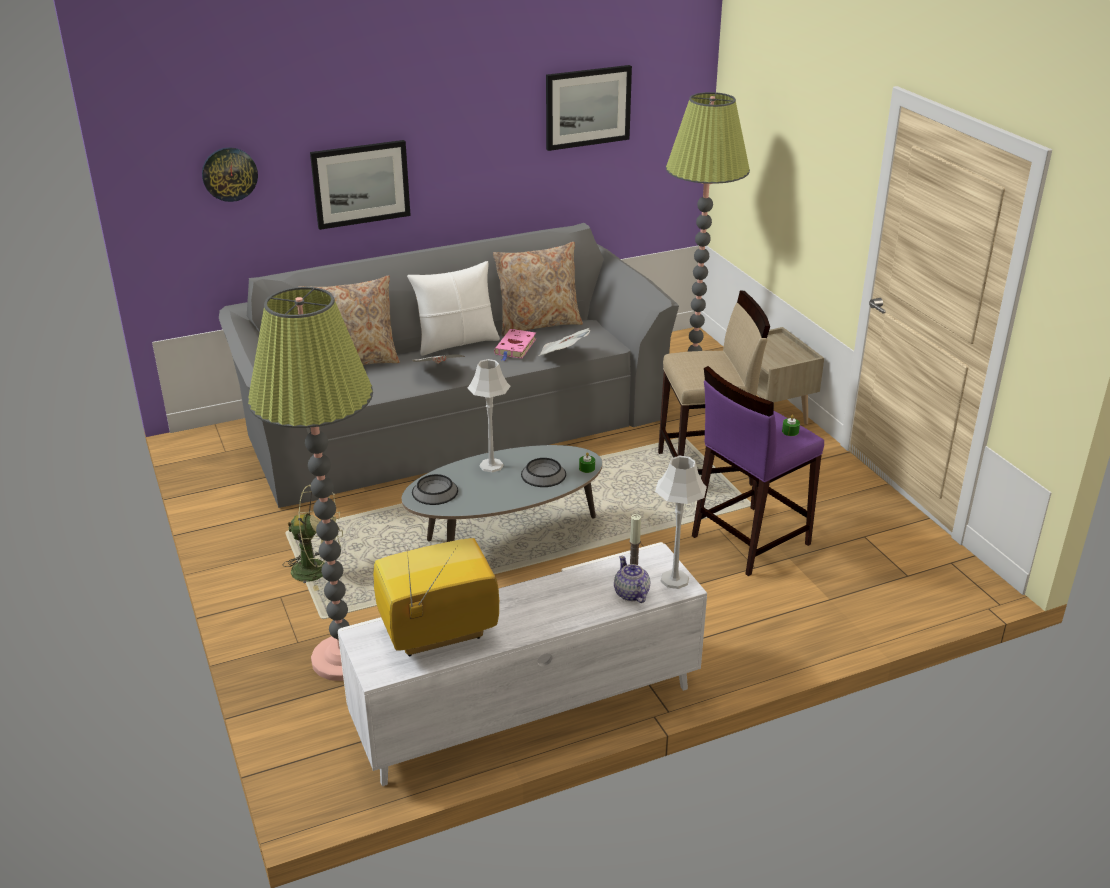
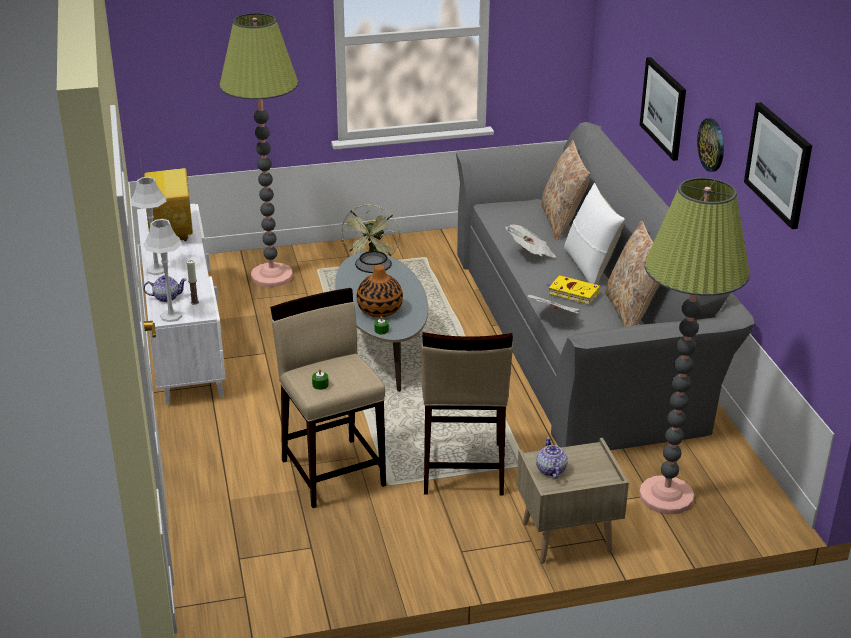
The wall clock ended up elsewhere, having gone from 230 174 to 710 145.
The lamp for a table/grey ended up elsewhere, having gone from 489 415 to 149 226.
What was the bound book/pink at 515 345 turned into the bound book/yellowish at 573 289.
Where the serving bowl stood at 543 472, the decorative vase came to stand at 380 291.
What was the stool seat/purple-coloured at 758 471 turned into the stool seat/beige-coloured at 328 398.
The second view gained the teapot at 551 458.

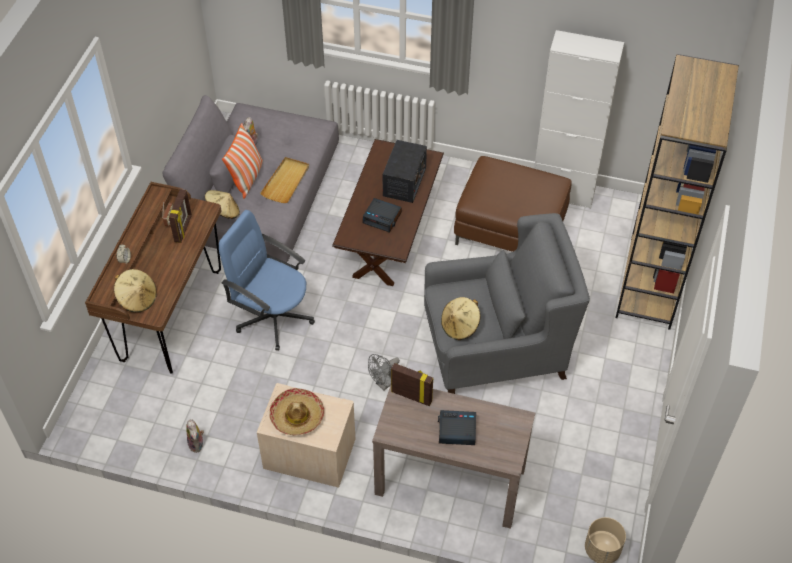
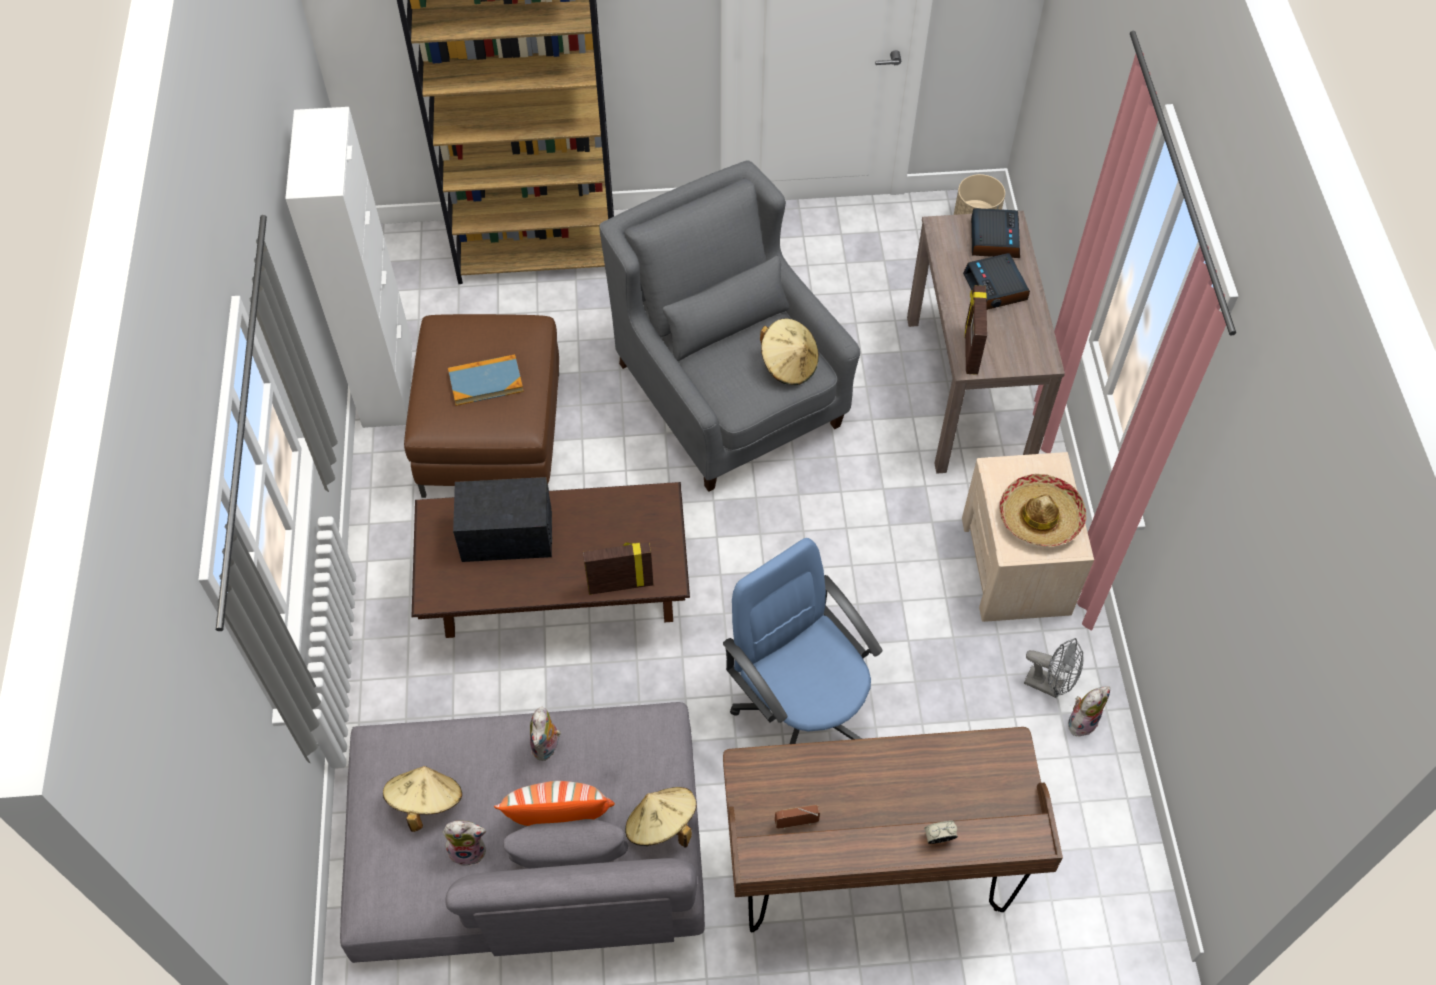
The clothing hat/beige-coloured ended up elsewhere, having gone from 135 290 to 422 799.
The photo frame ended up elsewhere, having gone from 180 216 to 618 568.
The desk chair/blue-coloured at 267 280 ended up facing another way, 135 degrees clockwise from before.
Where the tray/beige-coloured stood at 284 180, the soft toy came to stand at 545 734.
The bedside clock ended up elsewhere, having gone from 382 215 to 995 233.
The cooling fan/grey ended up elsewhere, having gone from 384 372 to 1054 668.
The second view gained the bound book at 486 380.

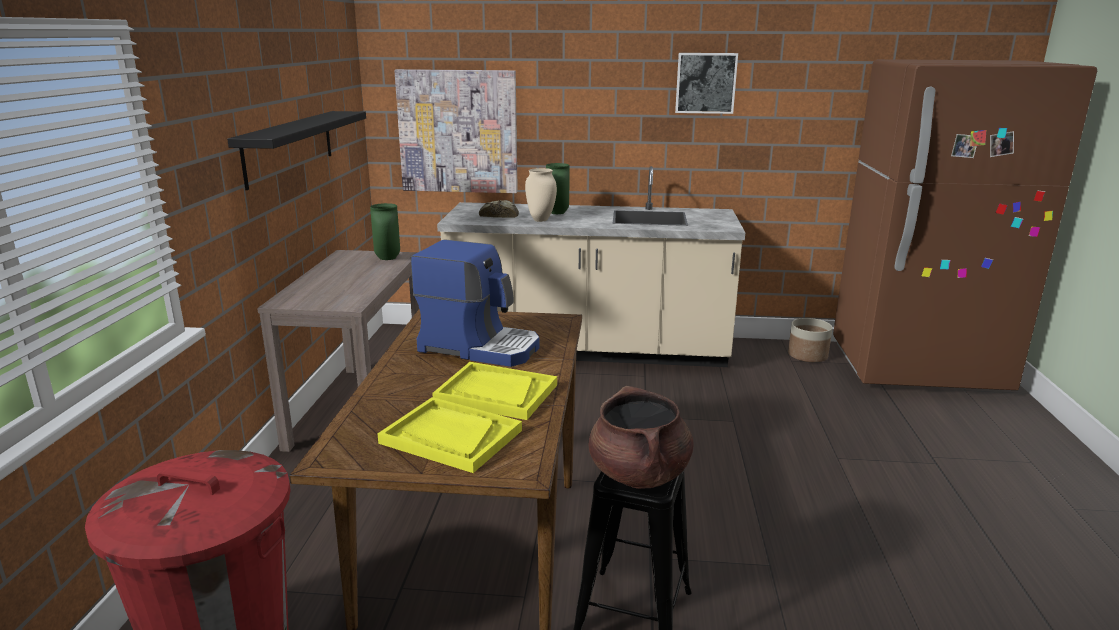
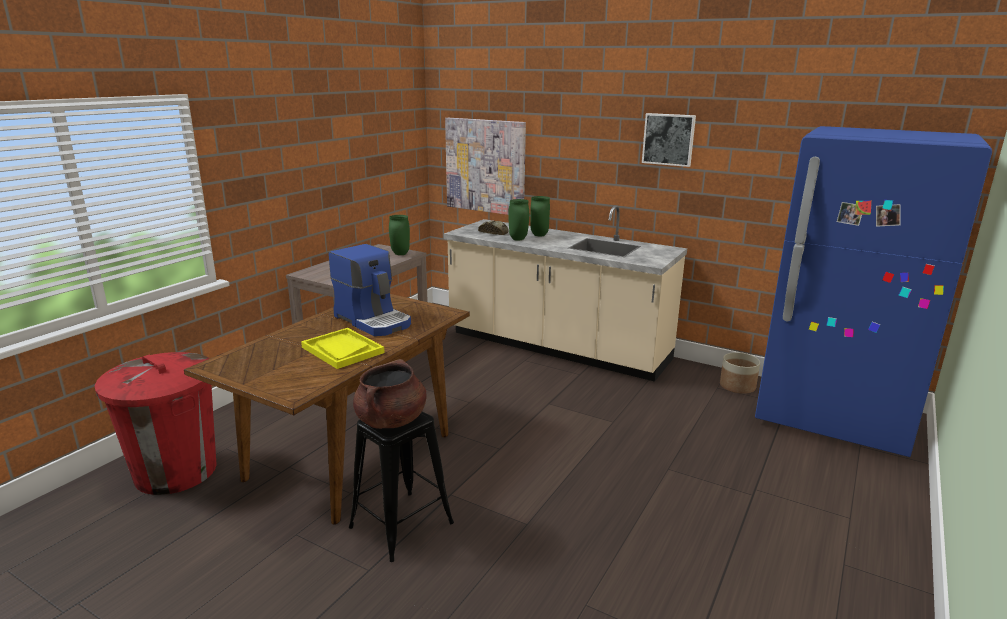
The second view lost the bracket shelf/black at 296 150.
The second view lost the tray/yellowish at 450 435.
What was the decorative vase/beige-coloured at 541 195 turned into the decorative vase/green at 518 219.
What was the refrigerator/brownish at 965 224 turned into the refrigerator/blue-coloured at 873 291.

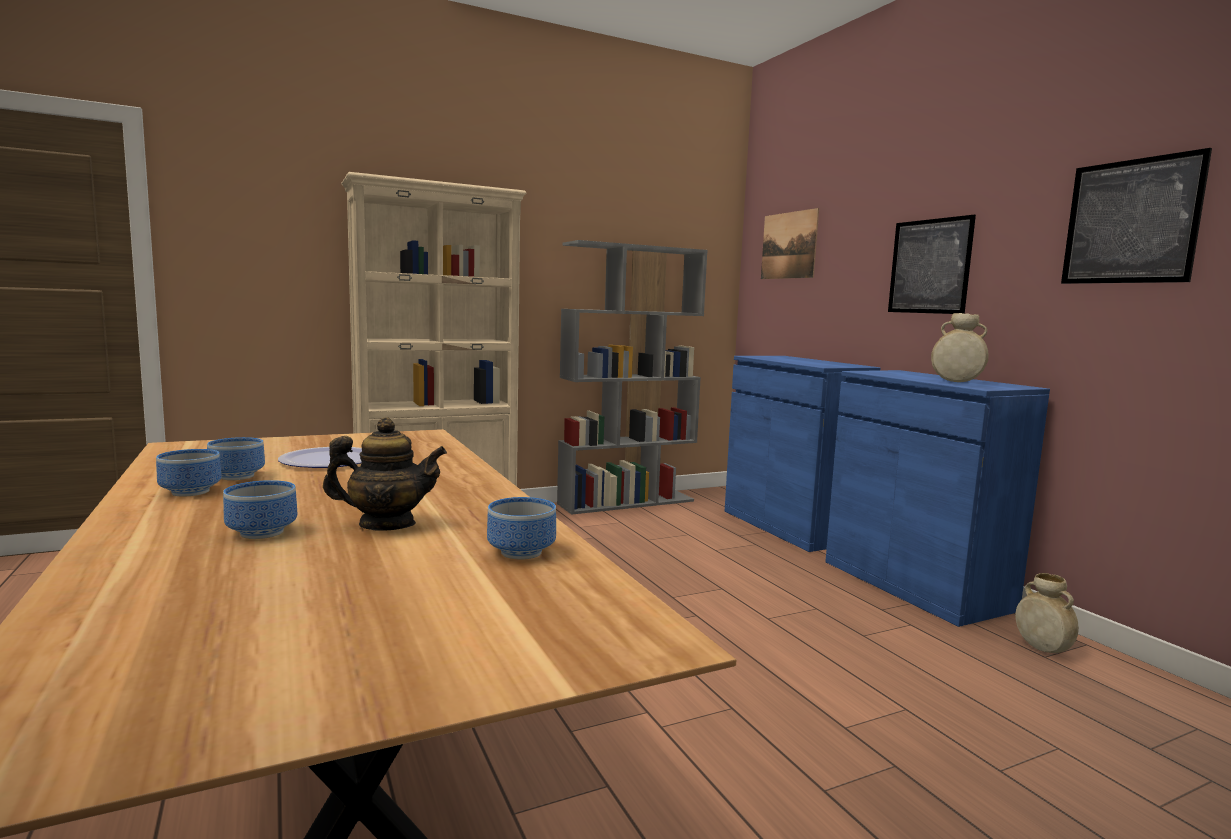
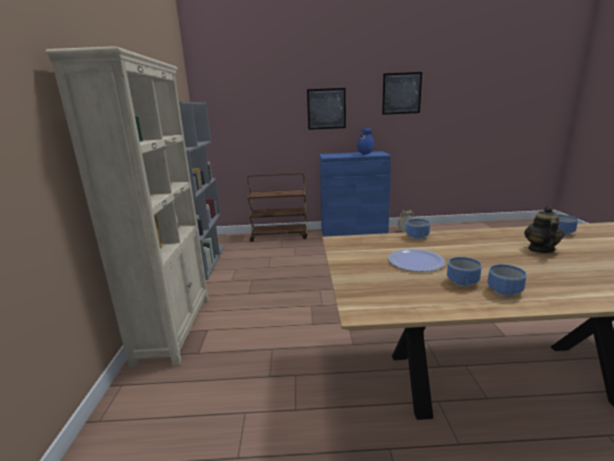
The serving bowl ended up elsewhere, having gone from 260 509 to 418 229.
Where the cupboard/blue-coloured stood at 802 454, the trolley/brownish came to stand at 277 207.
The second view lost the wall picture at 790 243.
What was the decorative vase/beige-coloured at 960 347 turned into the decorative vase/blue-coloured at 365 141.

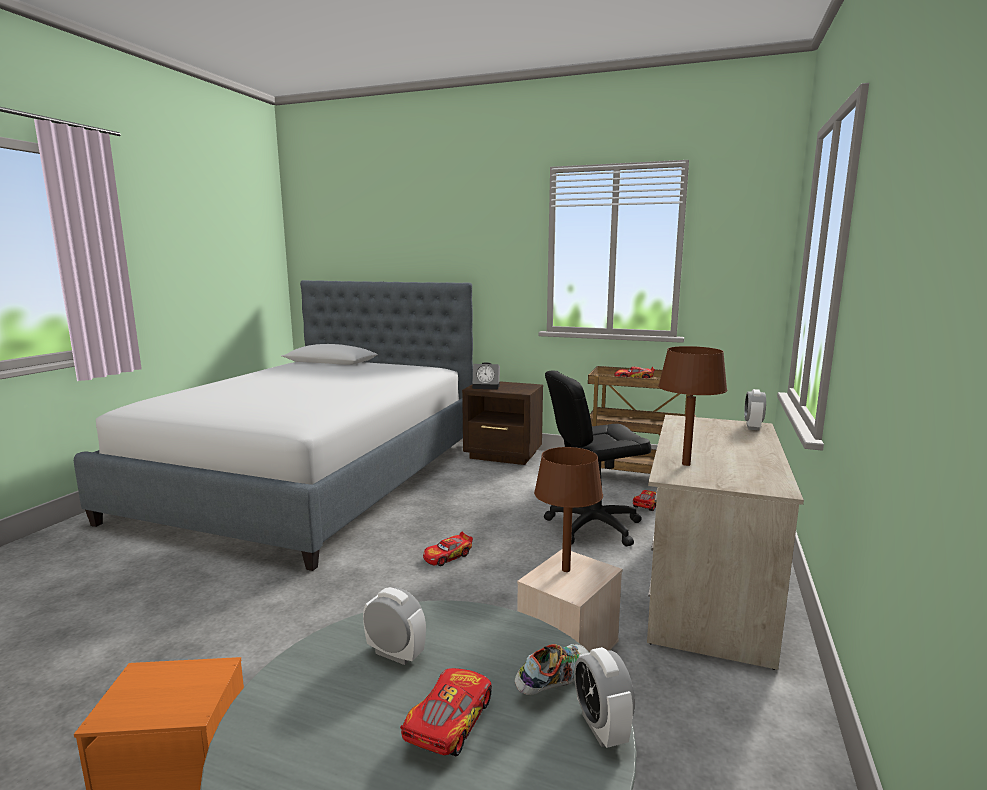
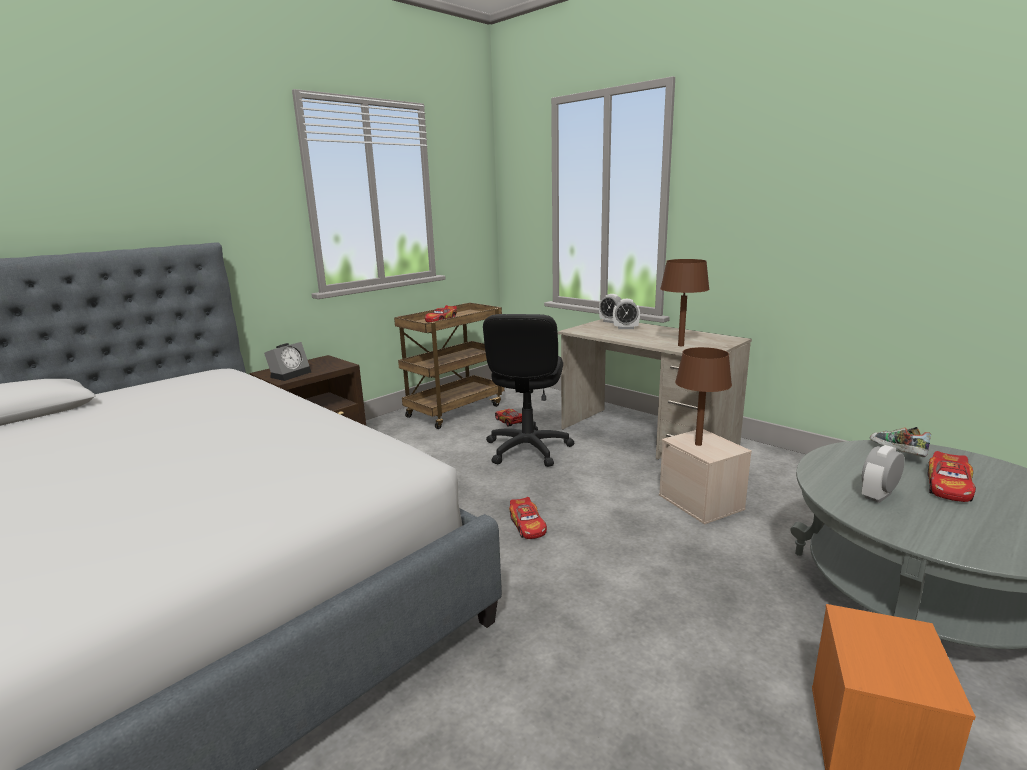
The toy car at 446 712 ended up facing another way, 105 degrees counterclockwise from before.
The bedside clock ended up elsewhere, having gone from 604 697 to 626 314.

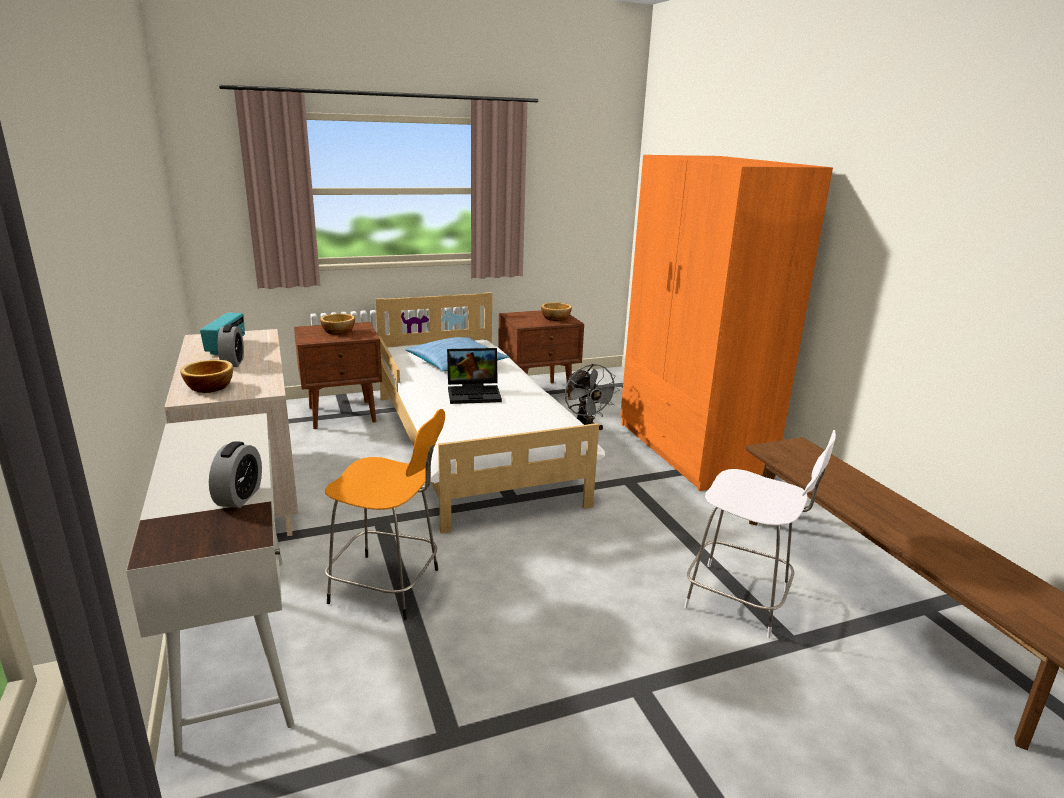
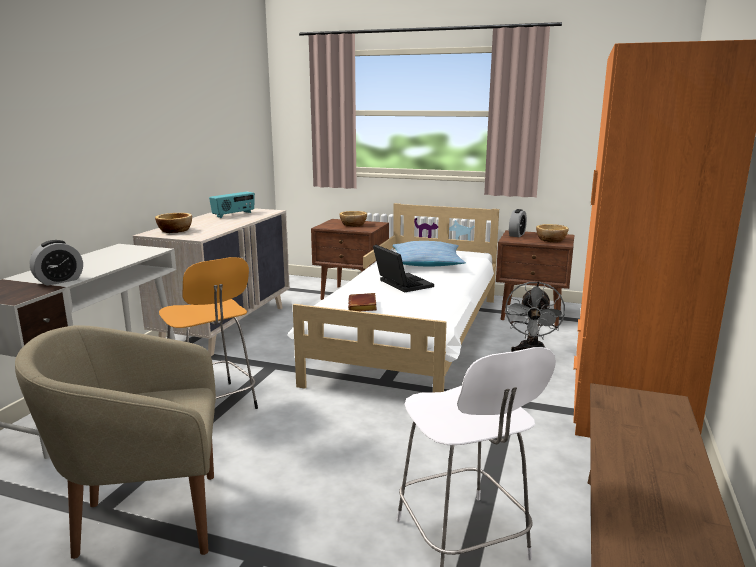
The bedside clock ended up elsewhere, having gone from 231 346 to 518 223.
The laptop at 474 376 ended up facing another way, 150 degrees counterclockwise from before.
The second view gained the armchair/beige-coloured at 115 442.
The second view gained the bound book/brownish at 362 302.

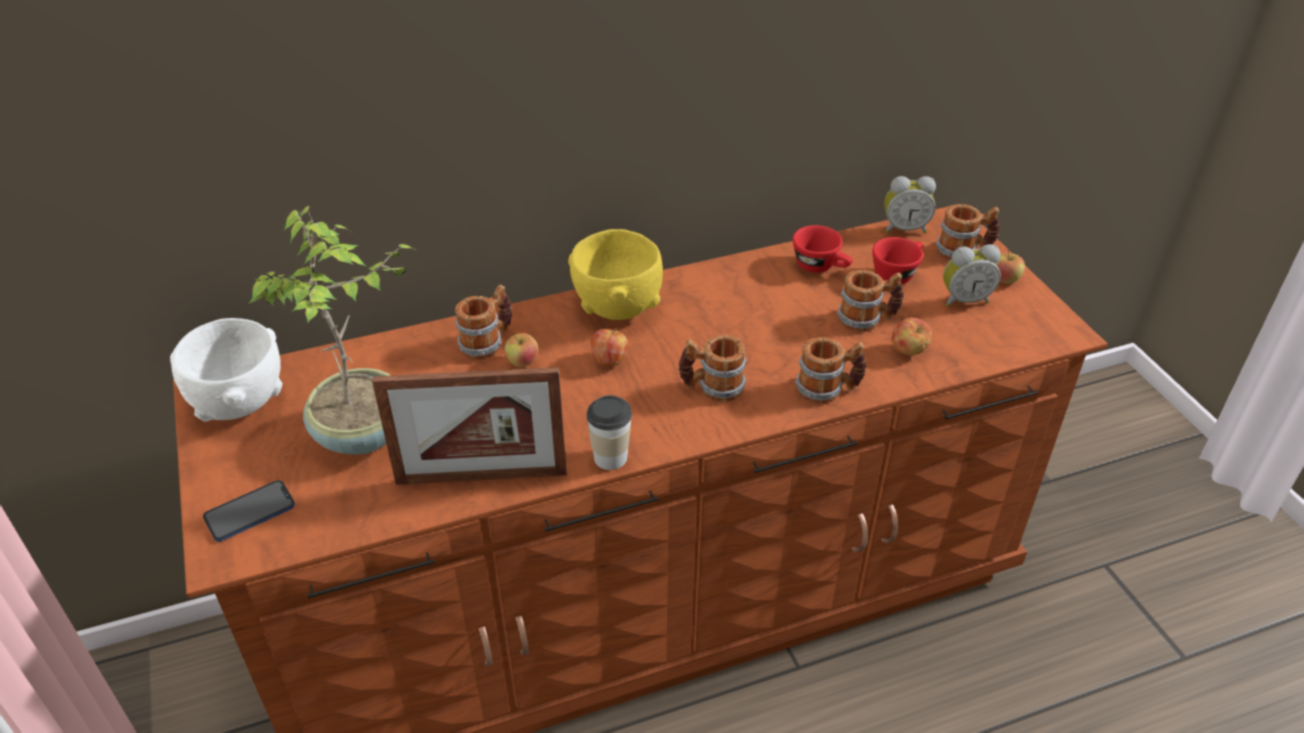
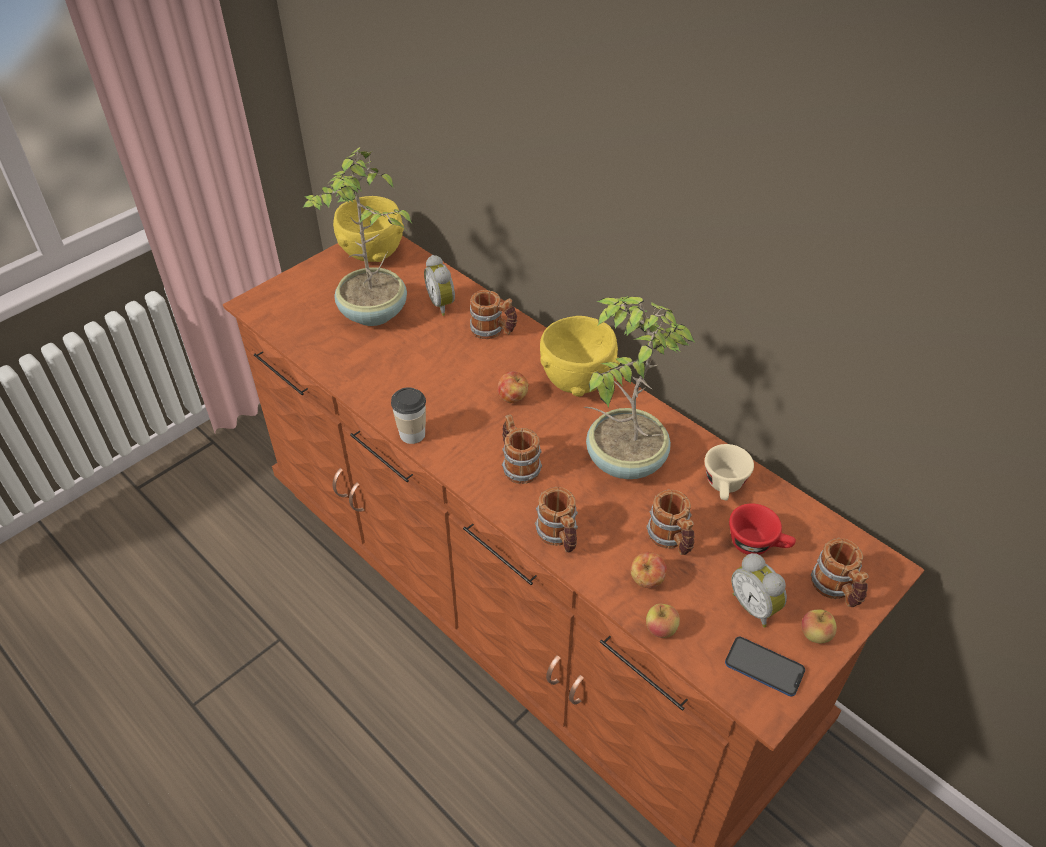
What was the serving bowl/white at 226 370 turned into the serving bowl/yellowish at 368 229.
The handset ended up elsewhere, having gone from 249 511 to 765 666.
The second view lost the photo frame at 469 426.
The apple fruit ended up elsewhere, having gone from 521 350 to 663 621.
What was the drinking cup/red-coloured at 823 249 turned into the drinking cup/beige-coloured at 729 472.
The bedside clock ended up elsewhere, having gone from 910 204 to 439 285.
The second view gained the houseplant at 640 387.

